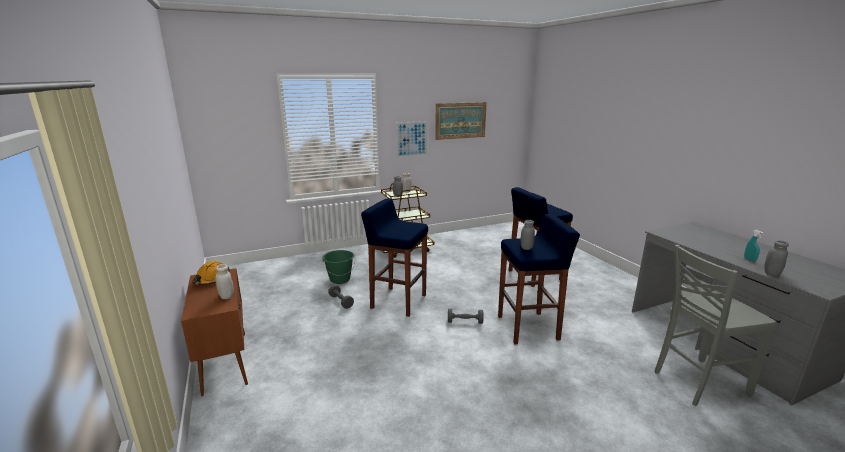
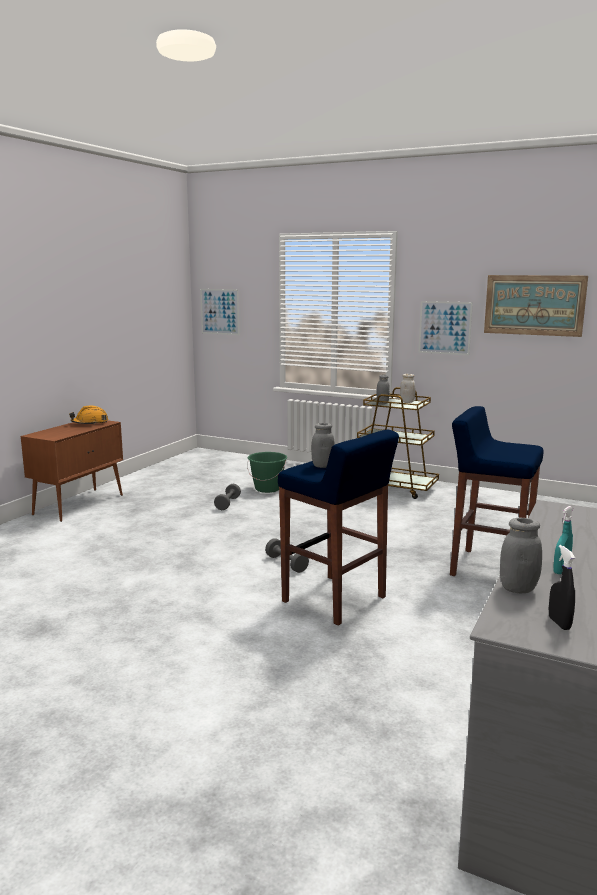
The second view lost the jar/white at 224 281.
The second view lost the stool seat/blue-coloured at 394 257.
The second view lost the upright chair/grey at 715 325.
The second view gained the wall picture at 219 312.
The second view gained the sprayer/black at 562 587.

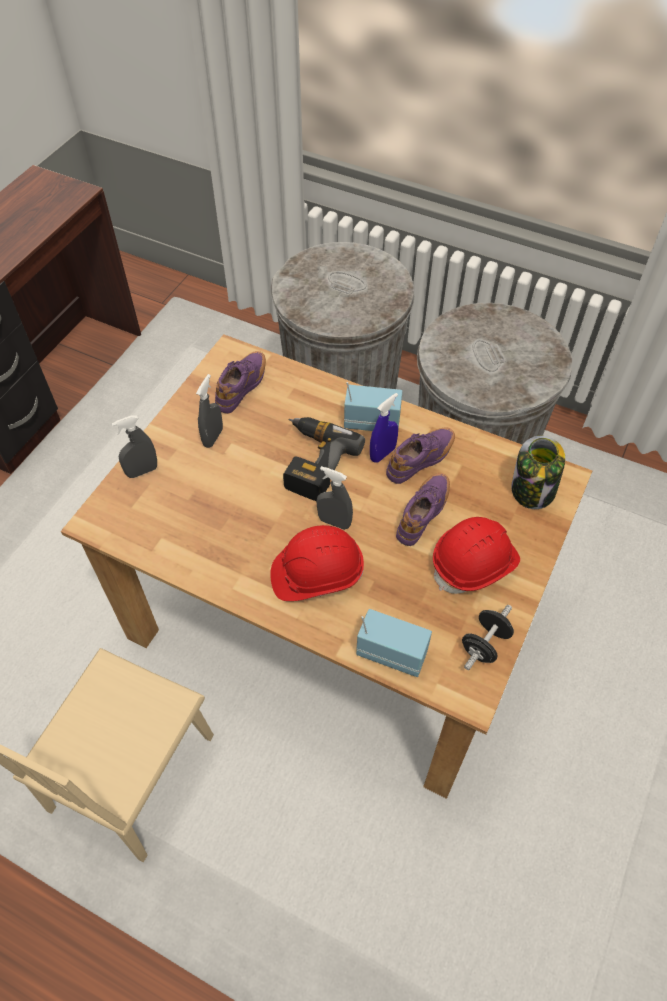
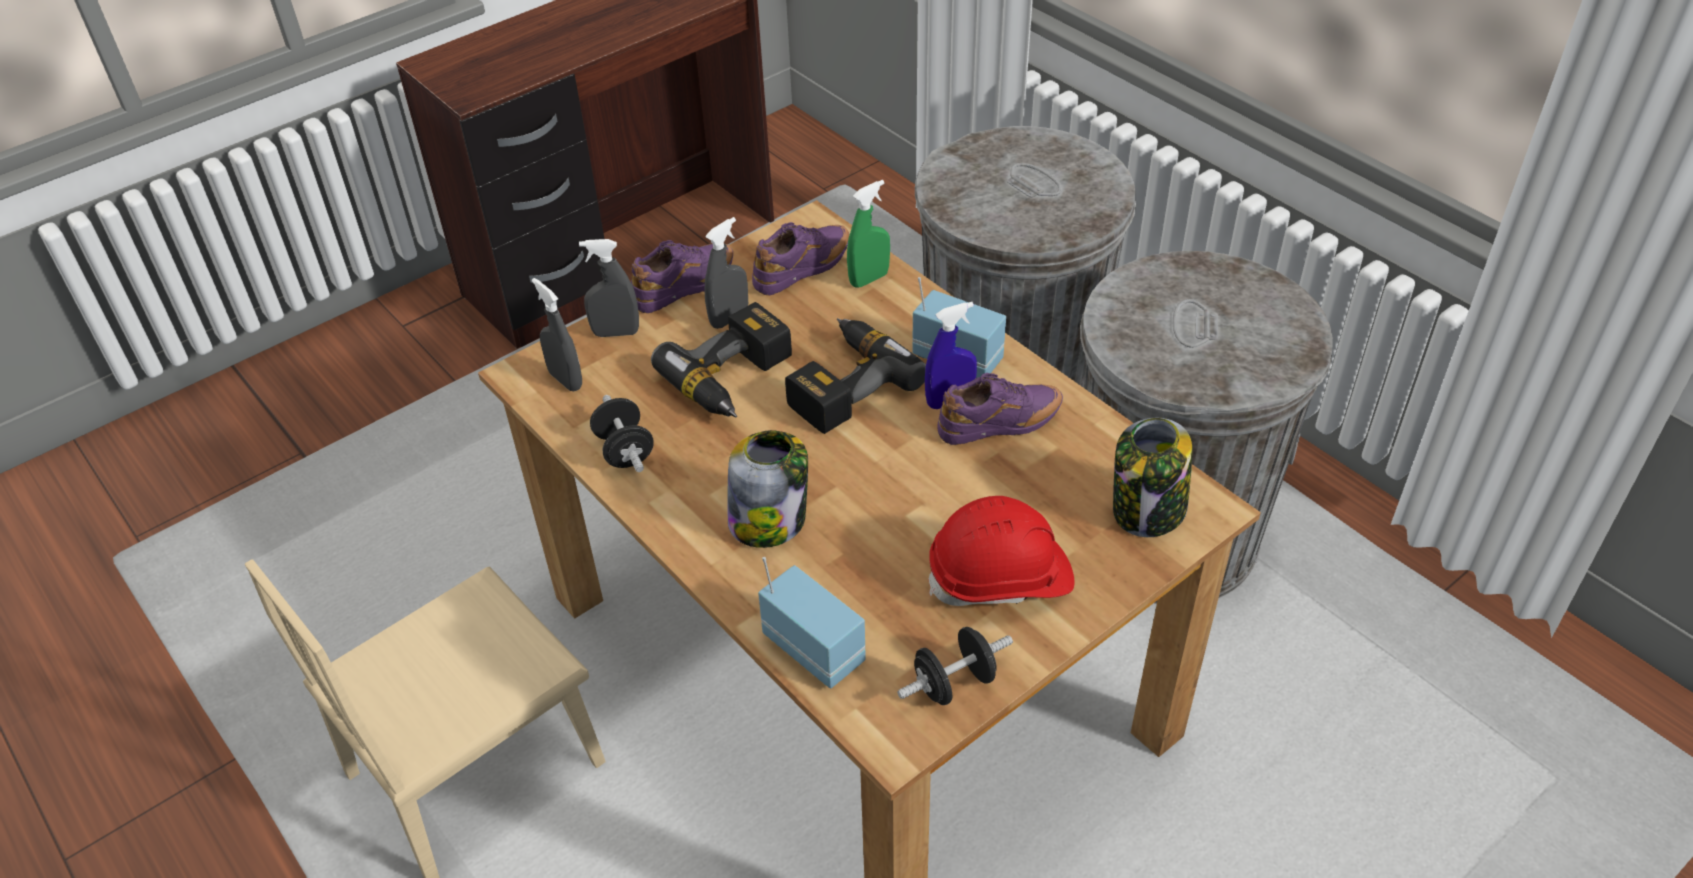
Where the work helmet/red-coloured stood at 317 563, the jar came to stand at 768 489.
The sprayer/grey ended up elsewhere, having gone from 335 498 to 557 334.
The shoe/purple-coloured ended up elsewhere, having gone from 423 509 to 682 276.
The second view gained the free weight/black at 622 433.
The second view gained the power drill at 721 359.
The second view gained the sprayer/green at 868 234.

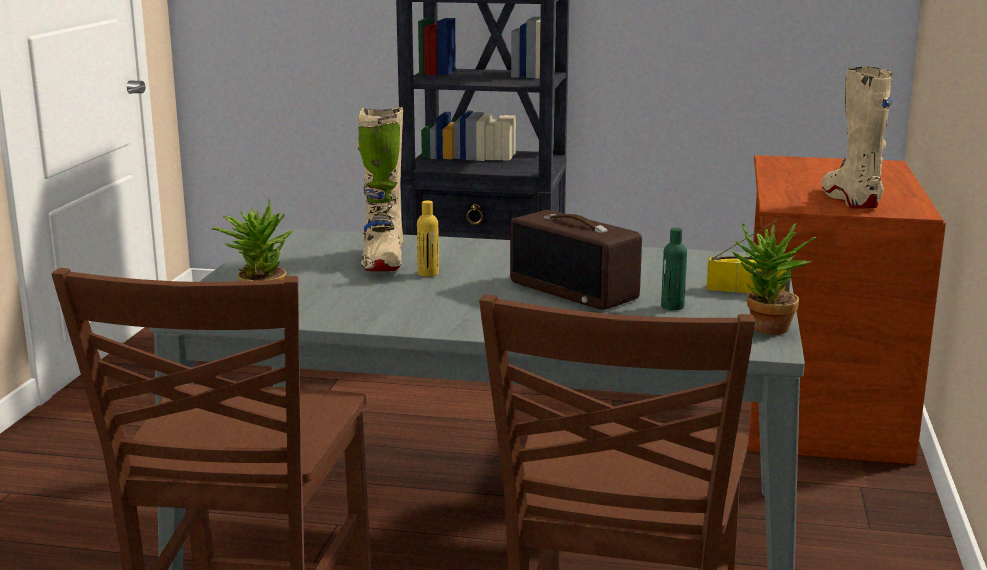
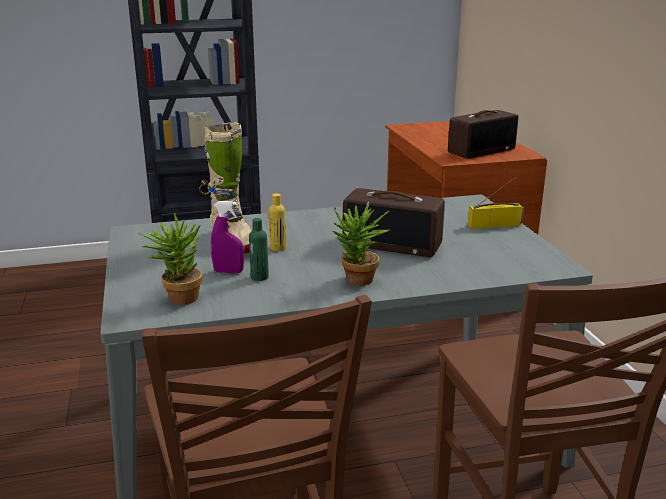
The beverage bottle/green ended up elsewhere, having gone from 674 269 to 259 249.
The houseplant ended up elsewhere, having gone from 774 279 to 361 244.
Where the high-top boot/beige-coloured stood at 856 137, the radio came to stand at 483 134.
The second view gained the sprayer/purple-coloured at 227 237.

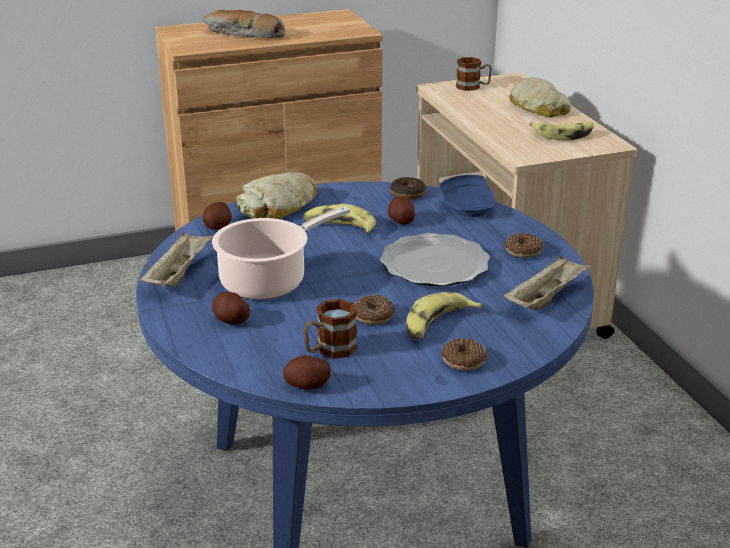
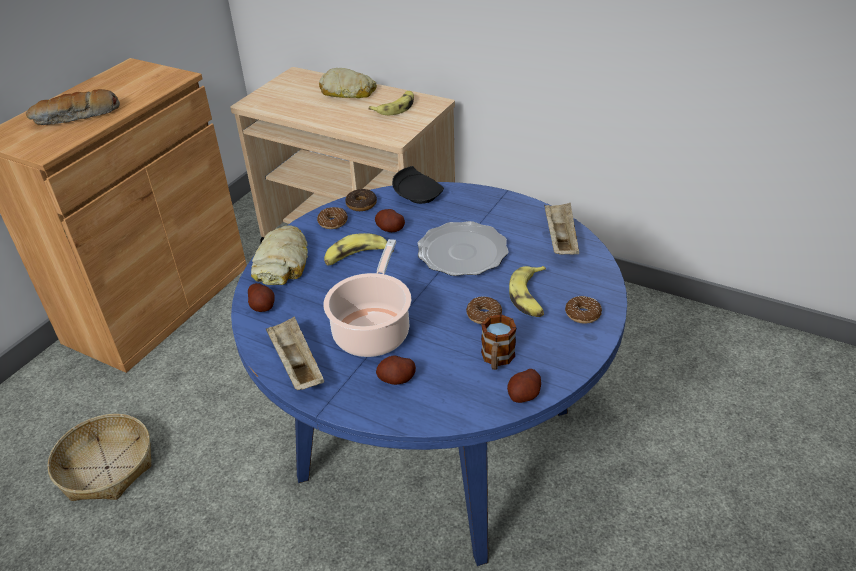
What was the plate/blue-coloured at 467 196 turned into the plate/black at 418 185.
The second view lost the tea mug at 474 74.
The donut ended up elsewhere, having gone from 524 245 to 332 218.
The second view gained the storage basket at 99 457.

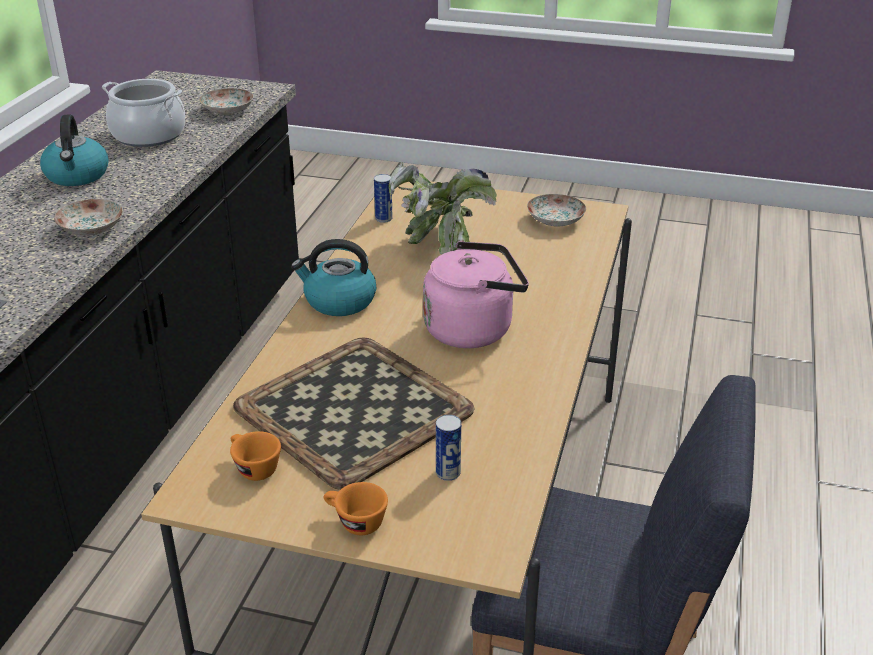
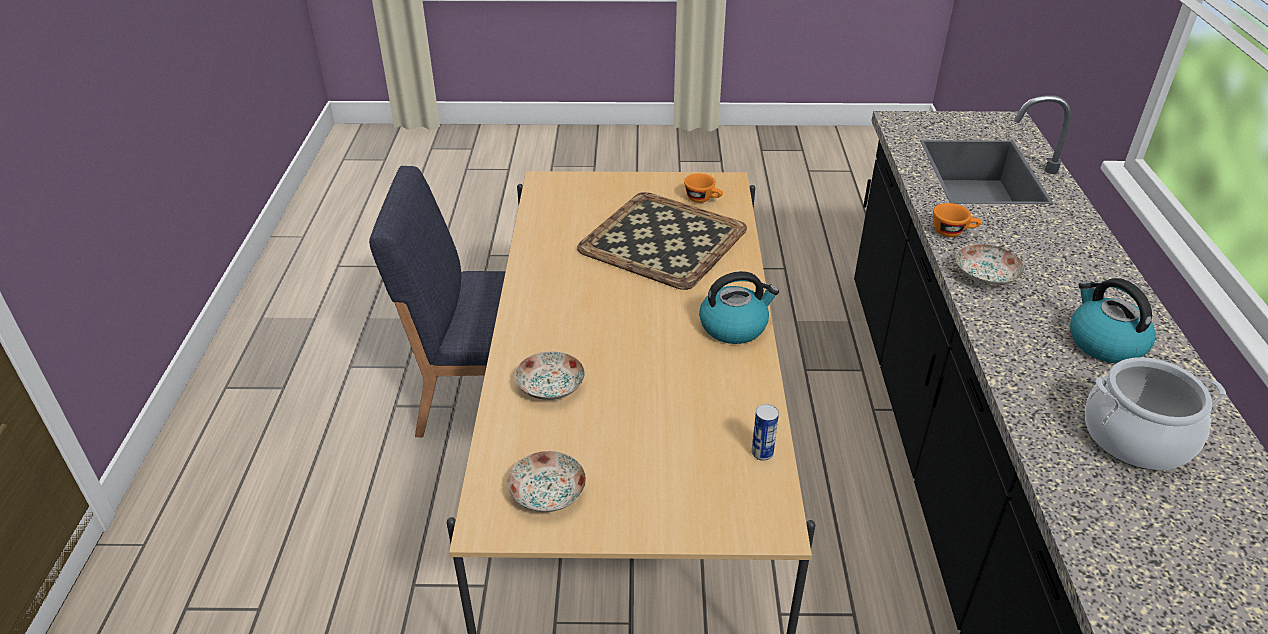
The plate ended up elsewhere, having gone from 226 101 to 550 375.
The drinking cup/orangey ended up elsewhere, having gone from 356 508 to 957 220.
The second view lost the houseplant at 443 208.
The second view lost the water kettle/pink at 476 294.
The second view lost the metal can at 448 448.

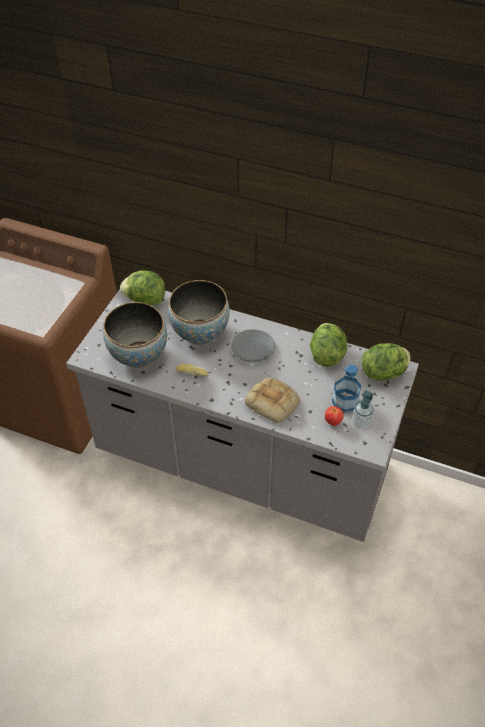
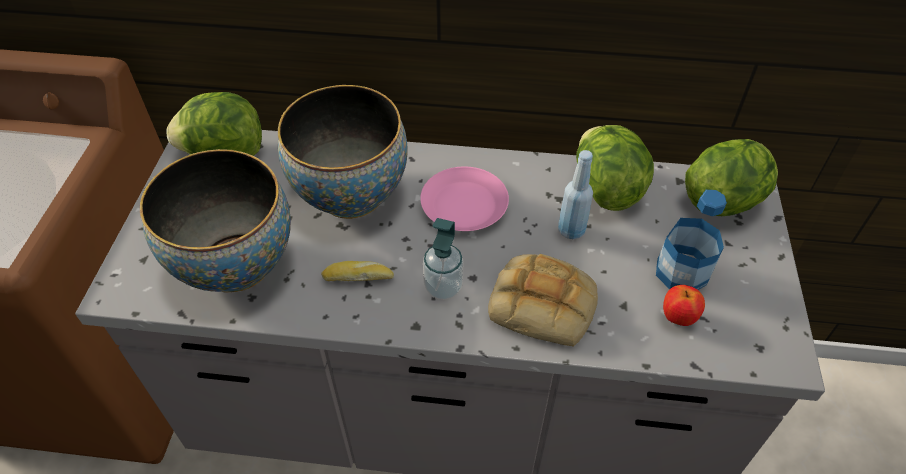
What was the plate/grey at 253 345 turned into the plate/pink at 464 198.
The liquid soap bottle ended up elsewhere, having gone from 363 409 to 443 259.
The second view gained the beverage bottle/blue-coloured at 575 194.

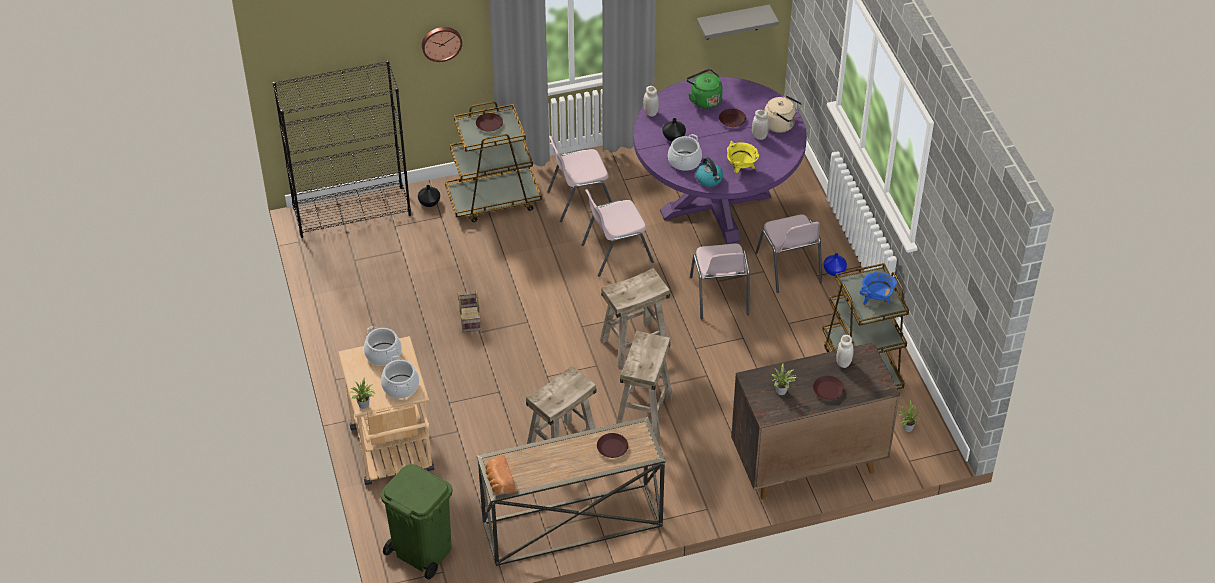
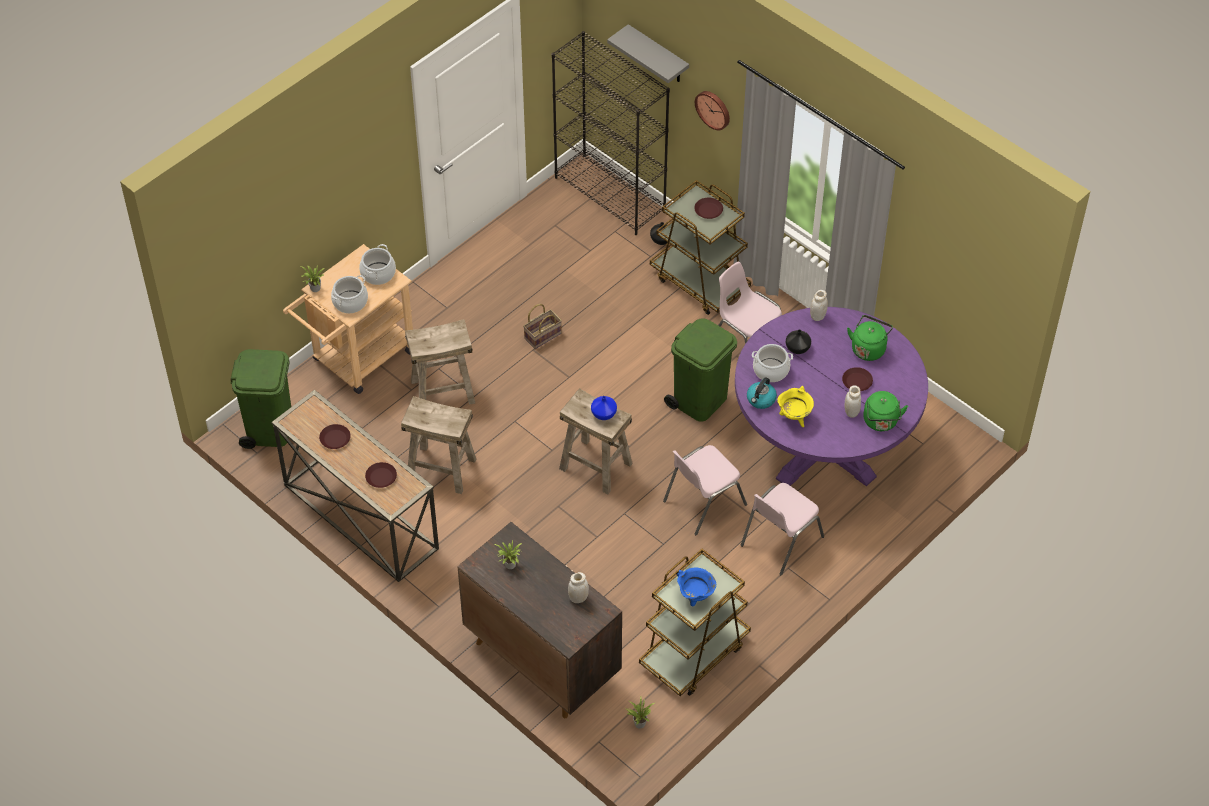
The second view lost the bakery bread at 500 474.
Where the upright chair/pink stood at 618 233, the rubbish bin/green came to stand at 700 370.
The stool seat/beige-coloured ended up elsewhere, having gone from 644 385 to 440 362.
The bracket shelf/grey ended up elsewhere, having gone from 738 22 to 648 53.
What was the water kettle/beige-coloured at 783 114 turned into the water kettle/green at 885 411.
The plate/brownish ended up elsewhere, having gone from 828 388 to 335 436.
The decorative vase/blue-coloured ended up elsewhere, having gone from 835 264 to 604 408.

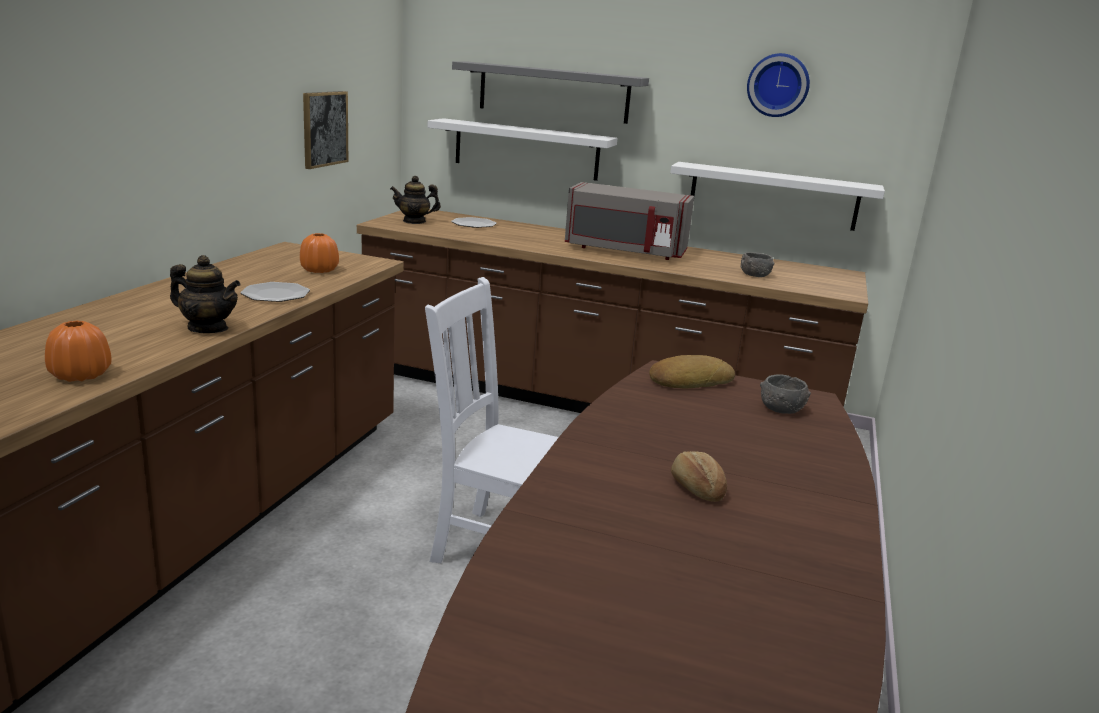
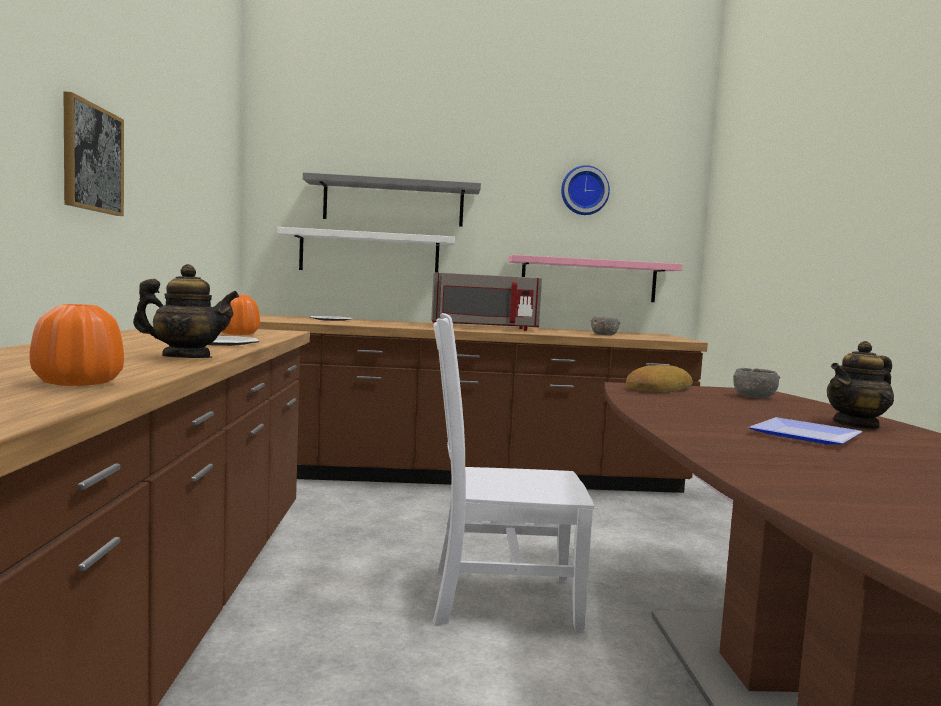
The wall picture ended up elsewhere, having gone from 325 130 to 94 153.
The teapot ended up elsewhere, having gone from 415 200 to 860 385.
What was the bracket shelf/white at 777 196 turned into the bracket shelf/pink at 595 278.
Where the bakery bread stood at 699 476, the plate came to stand at 805 431.

